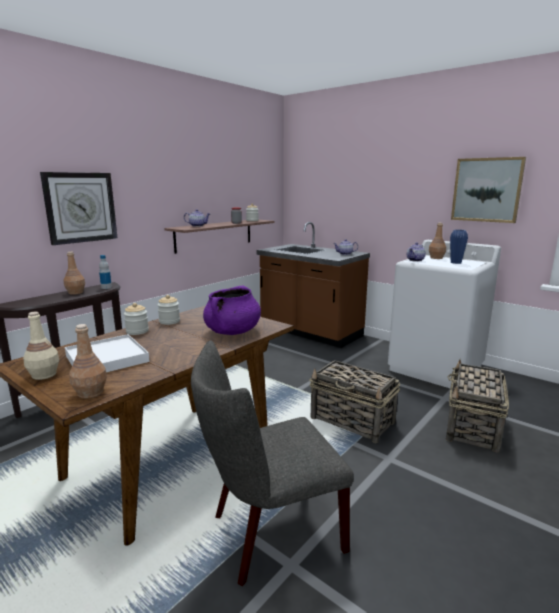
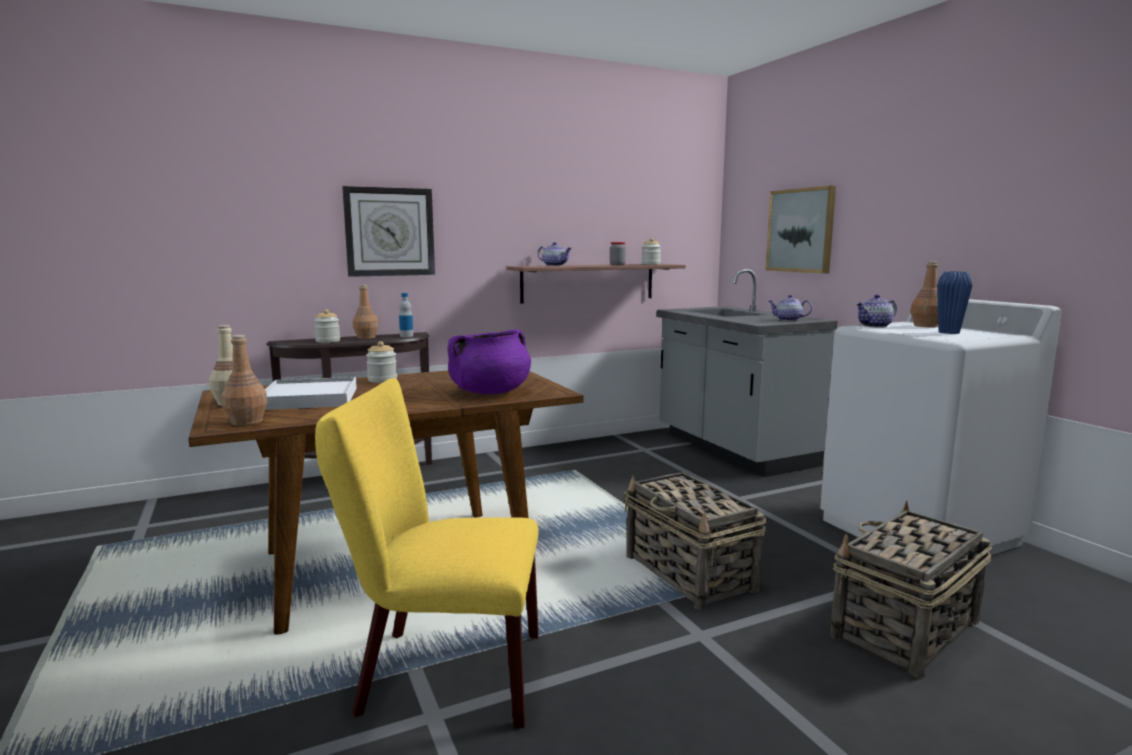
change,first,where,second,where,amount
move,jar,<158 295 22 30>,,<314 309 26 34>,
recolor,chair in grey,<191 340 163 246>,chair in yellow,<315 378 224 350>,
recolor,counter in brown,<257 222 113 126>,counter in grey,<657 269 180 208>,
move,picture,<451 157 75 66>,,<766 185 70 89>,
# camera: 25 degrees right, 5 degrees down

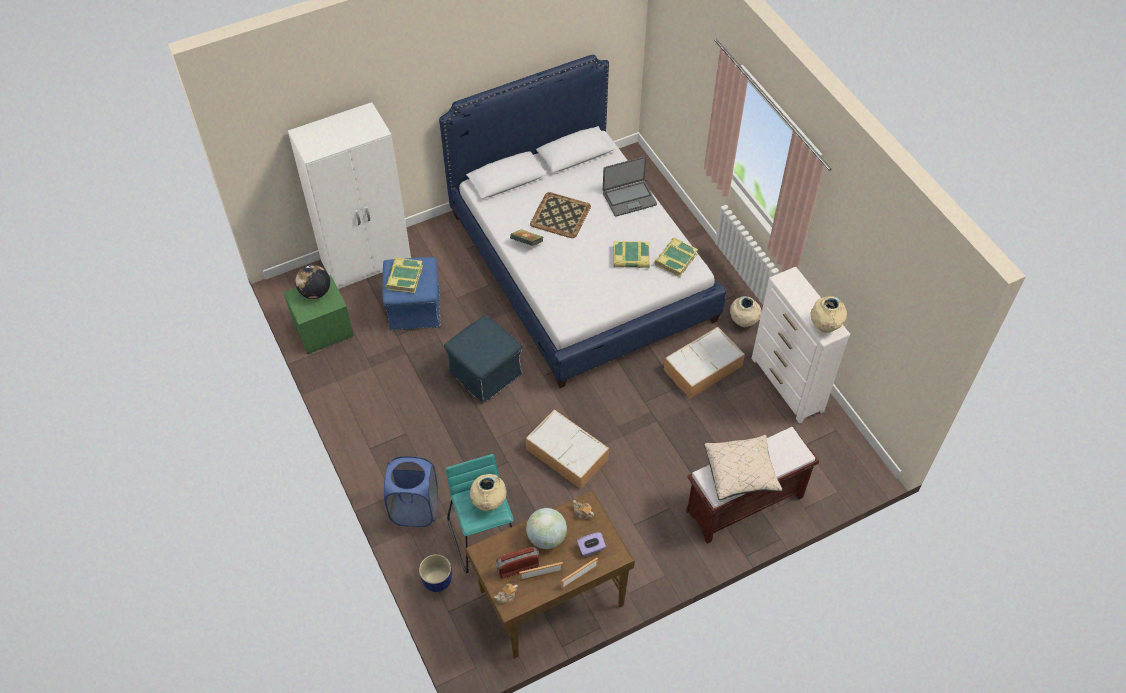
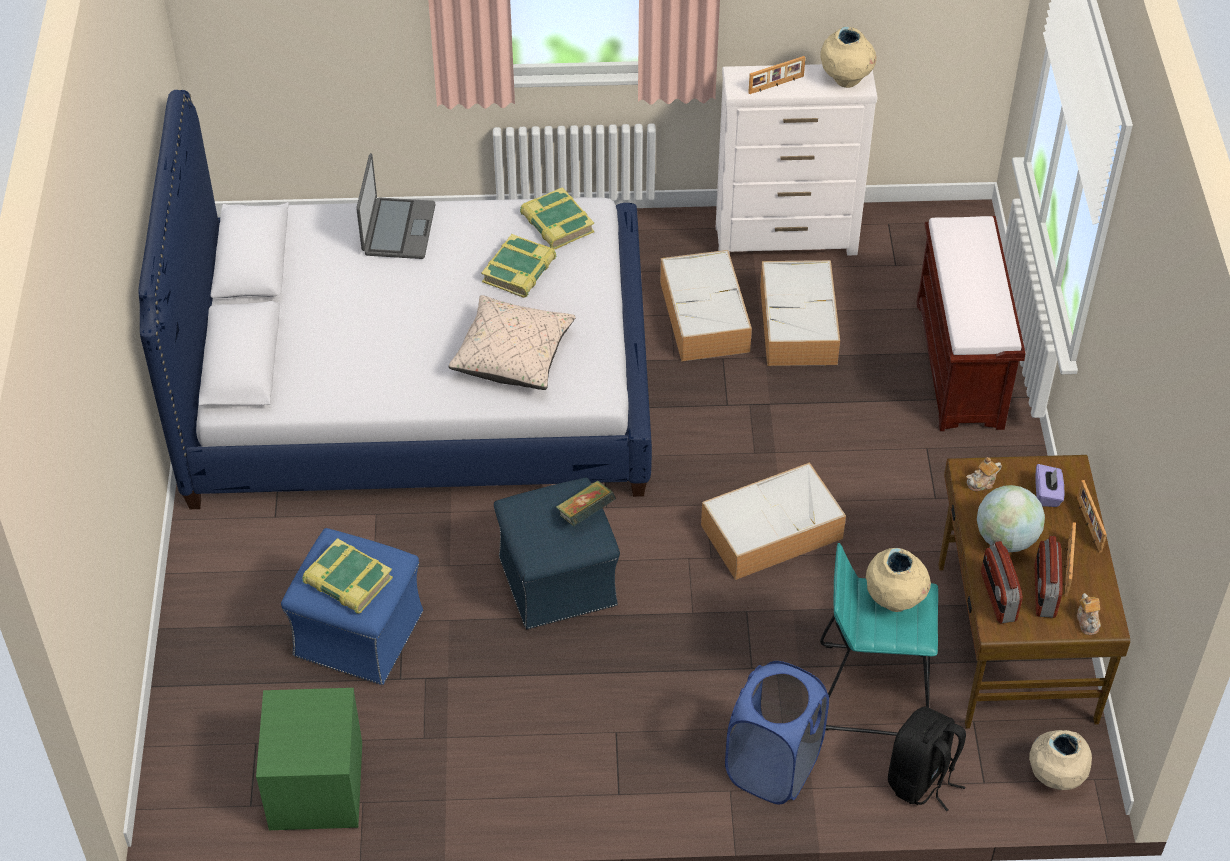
change,first,where,second,where,amount
move,pillow in beige,<704 435 78 65>,,<449 295 127 95>,
move,book,<510 229 33 17>,,<556 480 60 46>,
insert,,,picture frame,<748 56 57 38>,
insert,,,storage box,<760 260 80 106>,
replace,planter in blue,<419 554 33 38>,backpack in black,<888 707 78 104>,
insert,,,radio,<981 541 42 82>,
move,vase in beige,<730 296 32 31>,,<1029 730 63 60>,
delete,wardrobe in white,<288 102 123 187>,,,
delete,globe,<295 265 35 34>,,,
delete,tray,<530 192 61 46>,,,
# camera: 65 degrees left, 5 degrees down

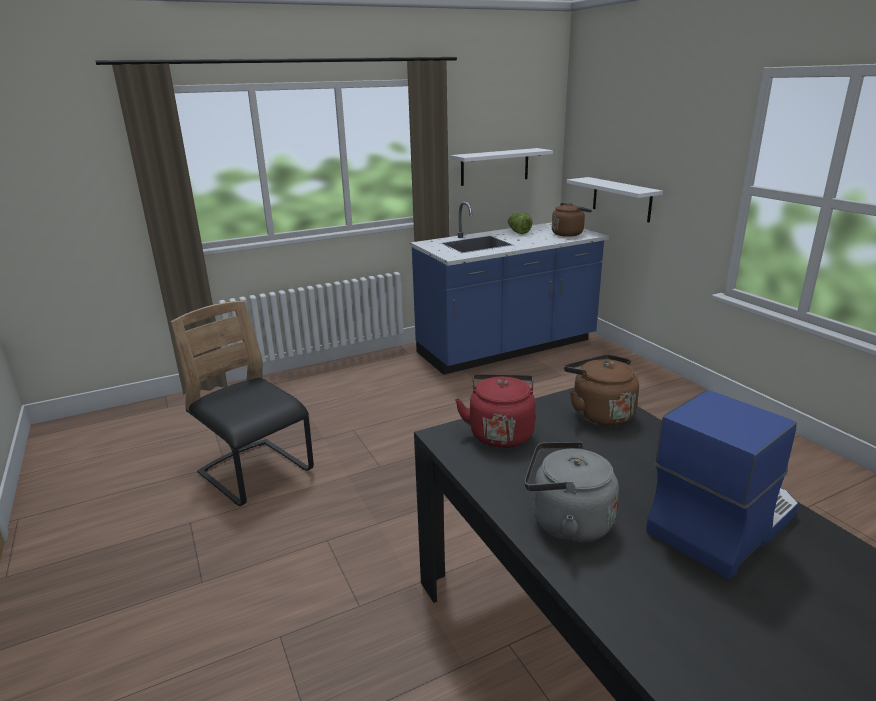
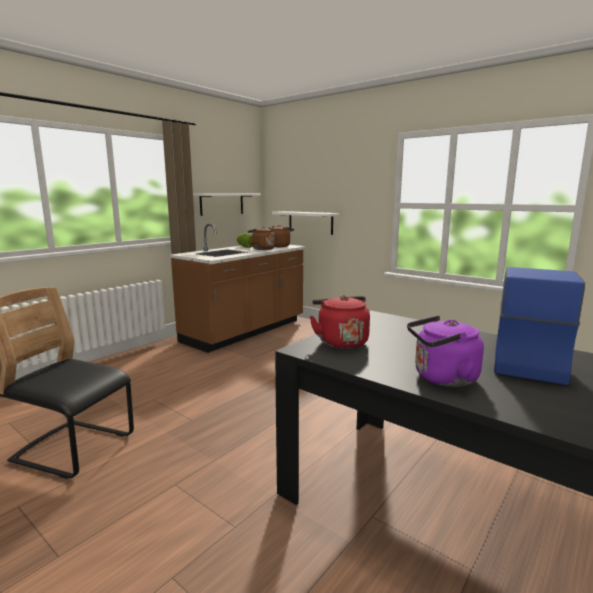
change,first,where,second,where,amount
recolor,counter in blue,<410 202 199 173>,counter in brown,<170 224 136 129>,
move,kettle in brown,<564 354 75 73>,,<247 227 28 23>,
recolor,kettle in grey,<525 442 94 101>,kettle in purple,<407 316 77 71>,
# camera: 25 degrees left, 10 degrees down

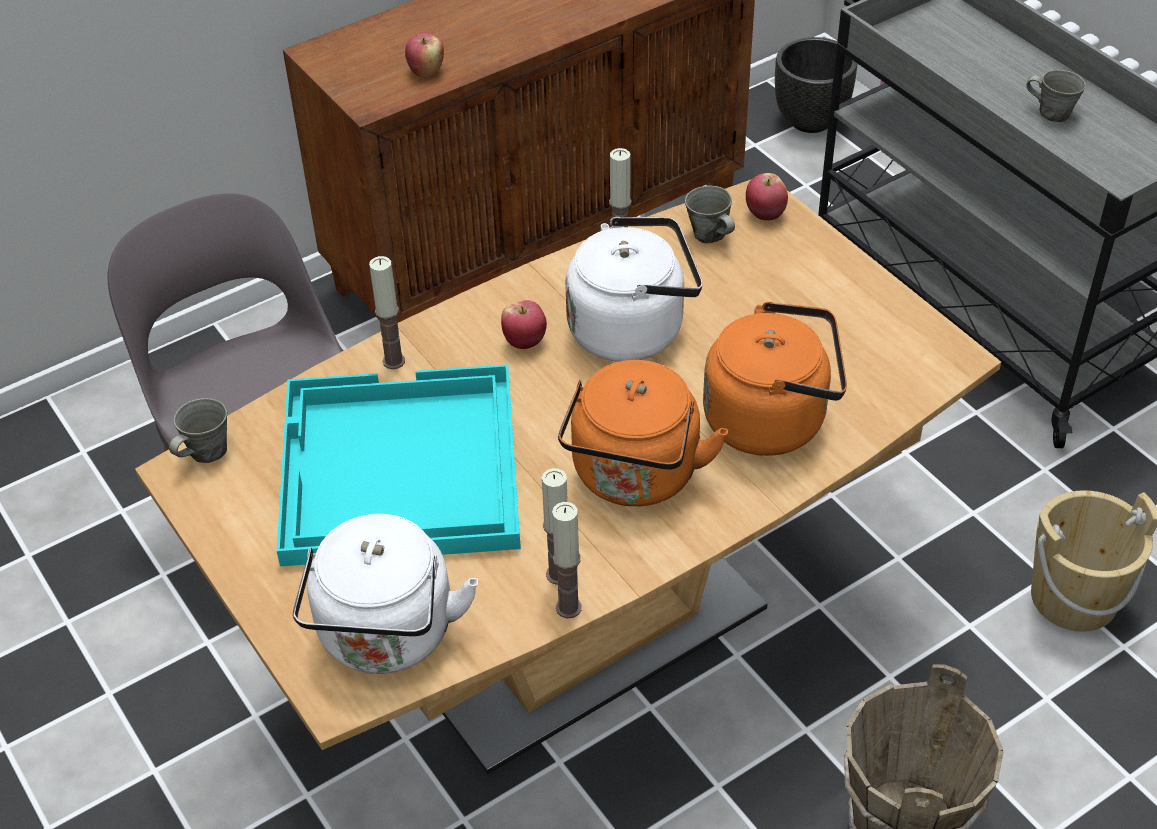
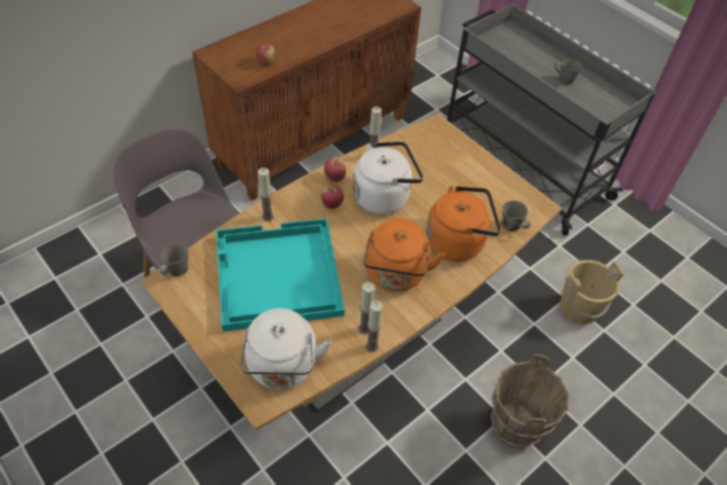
change,first,where,second,where,amount
move,apple,<746 173 42 48>,,<324 157 22 25>,
move,mug in grey,<685 186 50 57>,,<502 201 29 30>,
delete,planter in black,<775 37 82 96>,,,
# camera: 10 degrees left, 5 degrees up

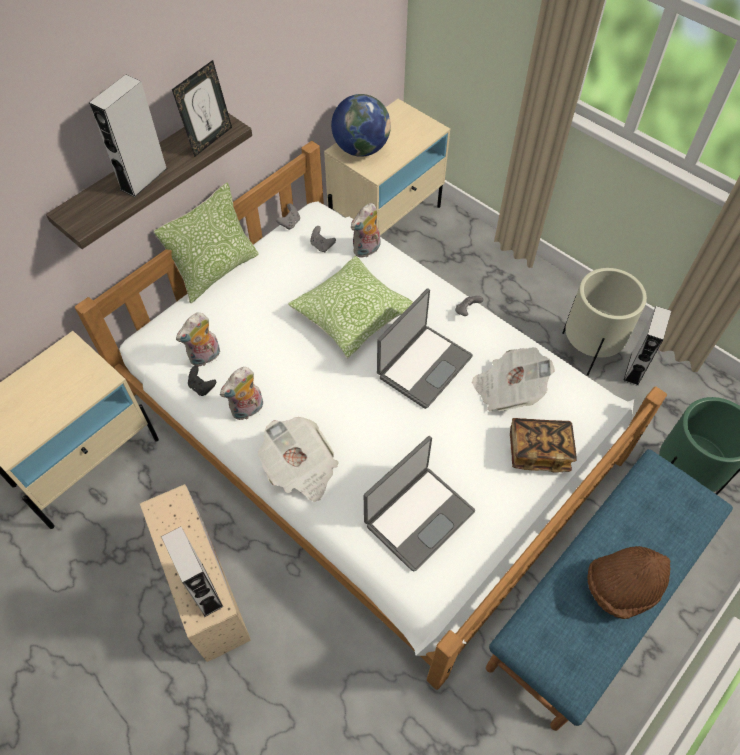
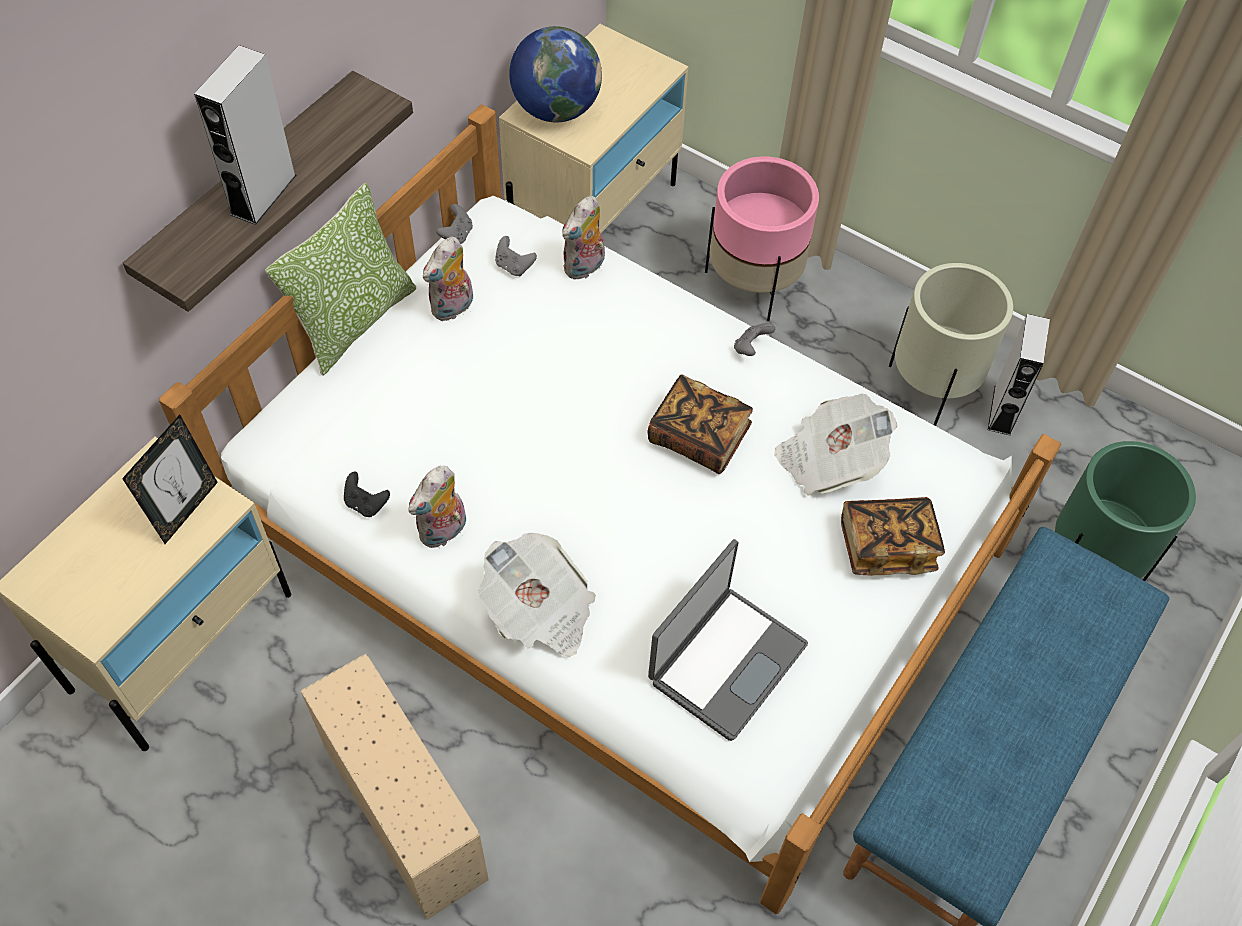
change,first,where,second,where,amount
move,picture frame,<172 60 60 97>,,<122 414 96 130>,
move,plush toy,<176 312 44 54>,,<423 237 50 84>,
replace,laptop,<377 288 96 121>,book,<648 375 105 99>,
insert,,,planter in pink,<705 156 114 165>,
delete,speaker in grey,<161 527 62 90>,,,
delete,pillow,<288 256 125 102>,,,
delete,hat in brown,<587 546 84 73>,,,
# camera: 10 degrees left, 0 degrees up

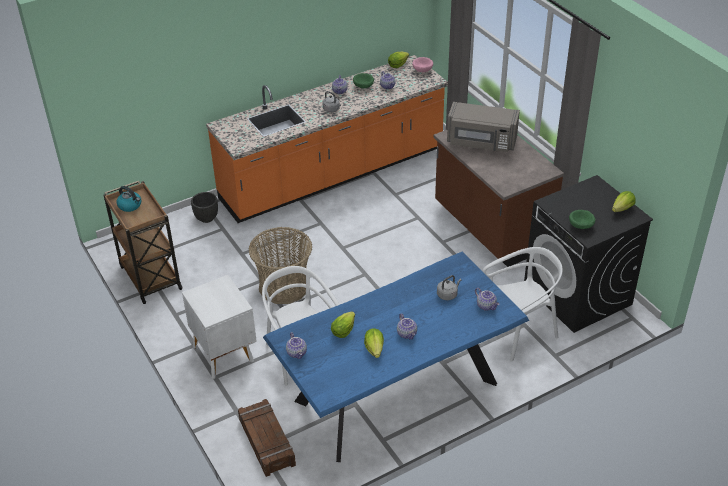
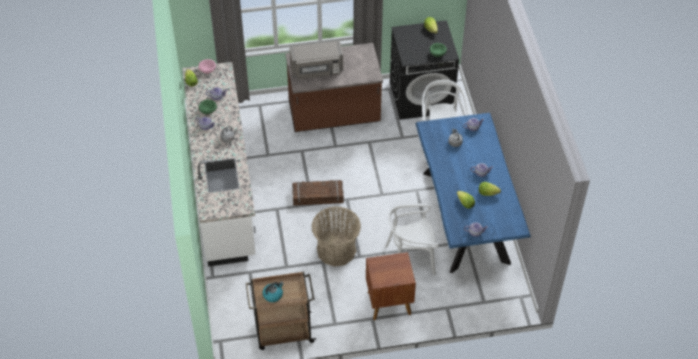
change,first,where,second,where,amount
recolor,counter in orange,<206 55 242 168>,counter in white,<182 62 74 204>,
rotate,microwave in grey,<447 102 73 50>,,<290 41 53 38>,45 degrees clockwise
move,crate,<238 399 58 77>,,<292 180 52 26>,
recolor,nightstand in white,<182 275 75 104>,nightstand in brown,<366 252 50 68>,
delete,planter in black,<191 192 27 31>,,,
# camera: 70 degrees left, 10 degrees up

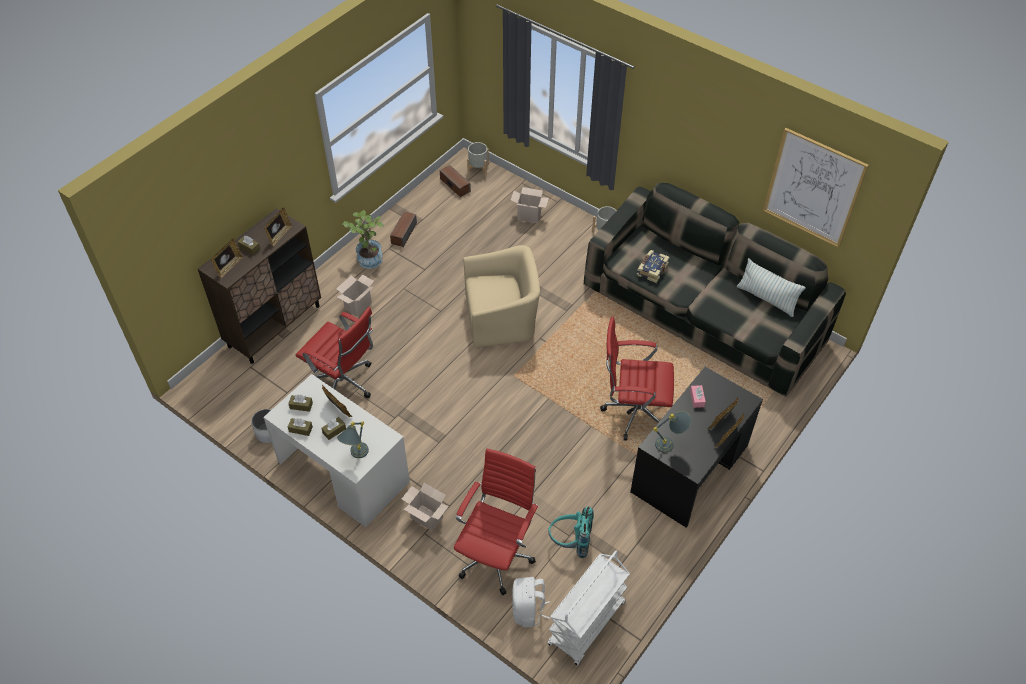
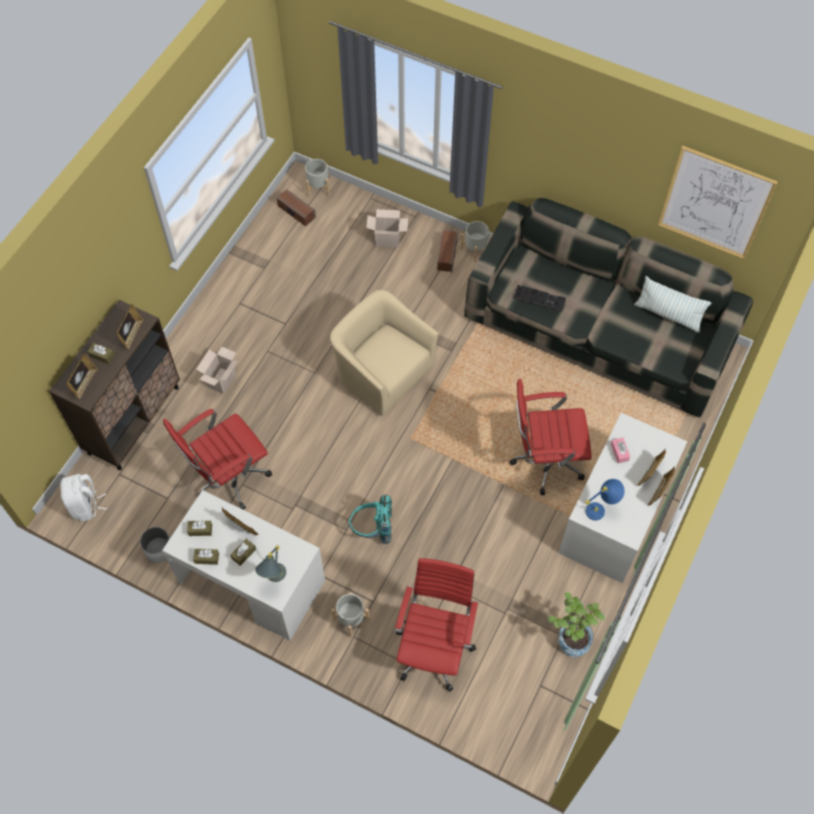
change,first,where,second,where,amount
move,backpack in white,<512 577 38 50>,,<60 474 47 47>,
rotate,office chair in red,<296 307 77 91>,,<163 409 109 101>,120 degrees clockwise
rotate,armchair in beige,<463 245 77 104>,,<330 290 109 126>,120 degrees counterclockwise
replace,cardboard box,<402 483 47 48>,planter in grey,<332 592 38 45>,
move,backpack in turquoise,<548 506 46 52>,,<349 495 43 49>,
move,speaker,<390 212 27 35>,,<437 230 21 42>,
replace,book,<637 250 33 33>,keyboard,<513 285 53 26>,
move,potted plant,<342 210 41 59>,,<548 592 57 65>,
recolor,desk in black,<630 367 133 161>,desk in white,<559 413 128 170>,
recolor,table lamp in grey,<653 411 38 41>,table lamp in blue,<585 479 40 41>,
delete,cart in white,<548 551 82 115>,,,
# camera: 10 degrees left, 10 degrees up

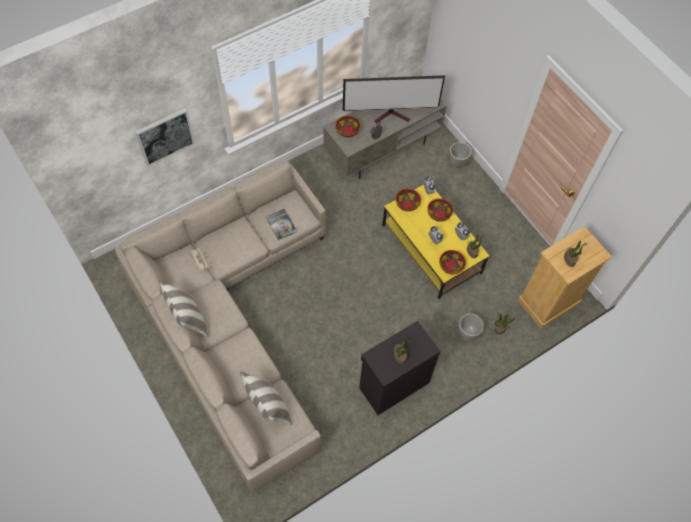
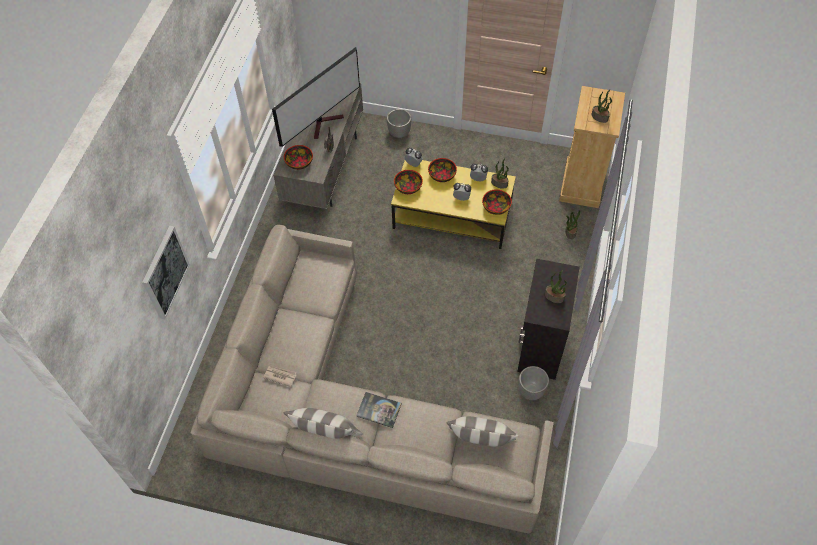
change,first,where,second,where,amount
move,book,<266 209 31 31>,,<356 392 46 36>,
move,planter,<458 314 26 28>,,<518 366 31 34>,
# camera: 40 degrees left, 5 degrees down

